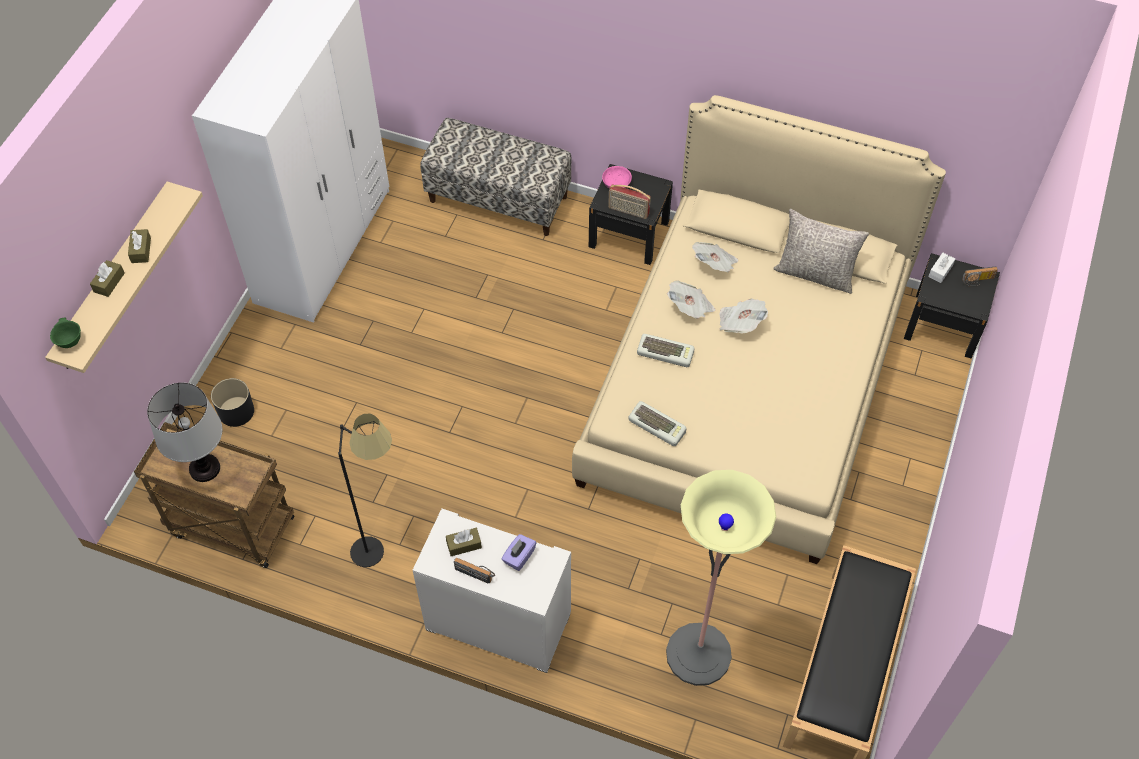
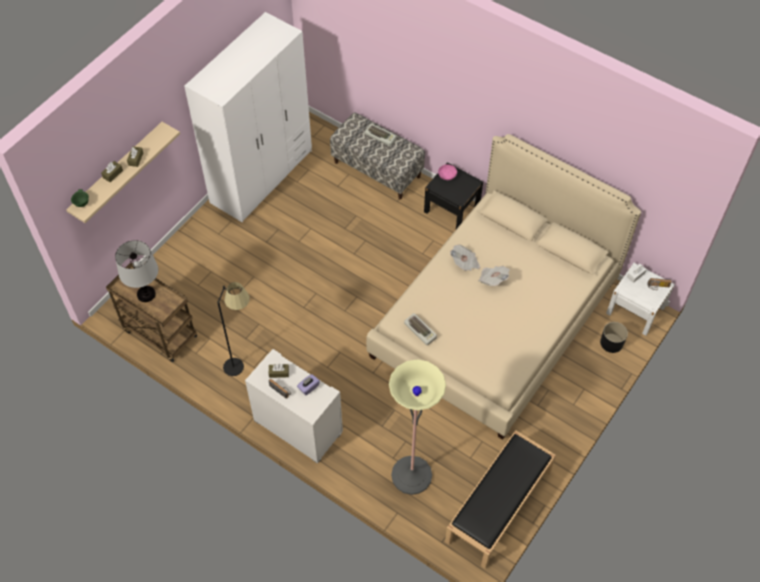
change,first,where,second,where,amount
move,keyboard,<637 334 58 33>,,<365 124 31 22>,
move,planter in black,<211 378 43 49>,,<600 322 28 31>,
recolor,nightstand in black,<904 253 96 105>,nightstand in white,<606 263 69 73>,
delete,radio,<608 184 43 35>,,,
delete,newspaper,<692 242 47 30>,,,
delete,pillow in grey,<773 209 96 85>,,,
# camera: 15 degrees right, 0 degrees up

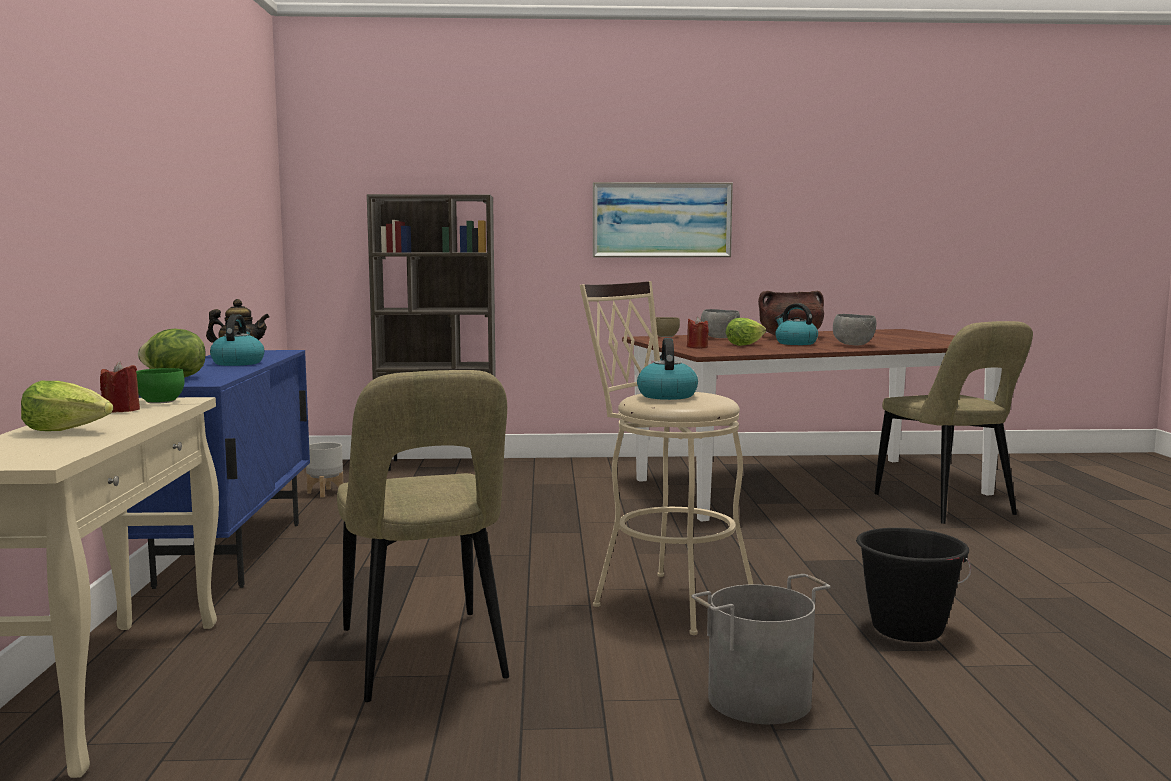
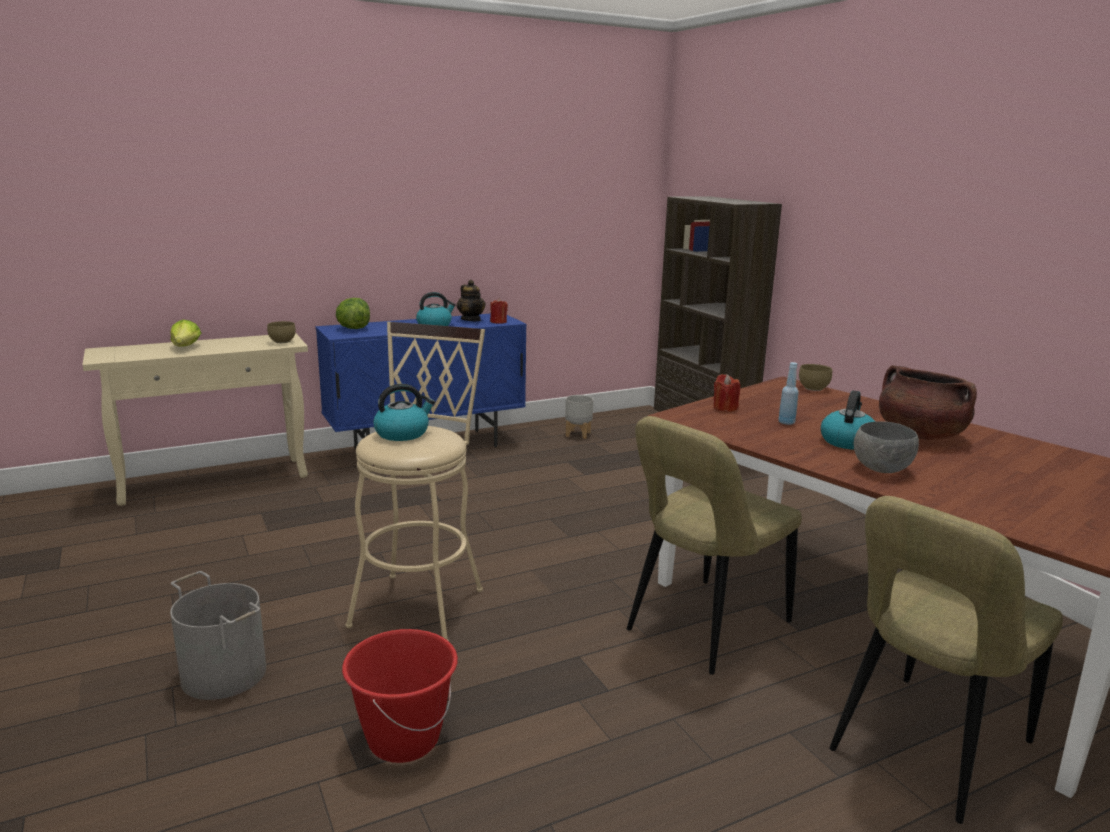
change,first,where,second,where,amount
recolor,bowl in green,<136 368 48 36>,bowl in brown,<267 321 29 22>,
recolor,bucket in black,<856 528 115 114>,bucket in red,<342 629 116 134>,
move,candle in red,<100 361 40 51>,,<490 298 18 26>,
move,chair in beige,<337 370 172 332>,,<627 416 175 259>,
replace,lettuce,<725 318 41 28>,bottle in blue,<778 362 21 63>,
delete,picture,<593 182 140 75>,,,
delete,bowl in grey,<701 309 39 29>,,,
# camera: 65 degrees right, 10 degrees up

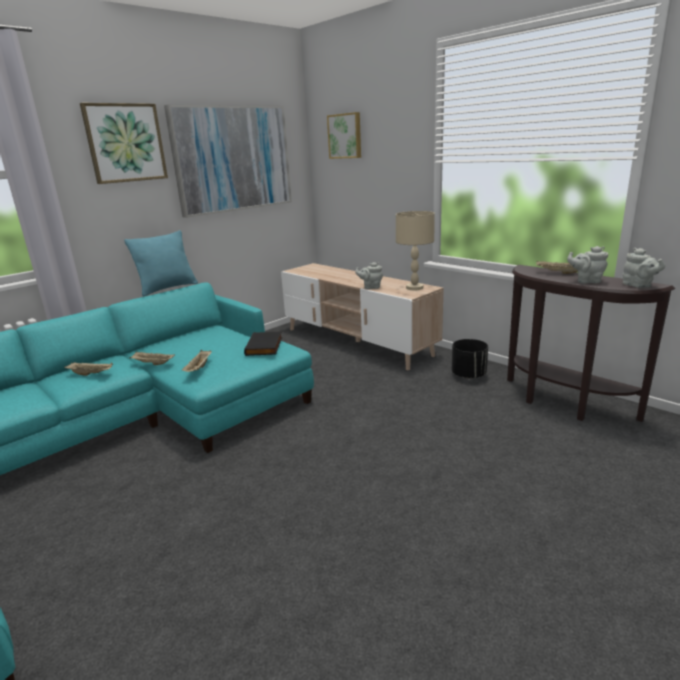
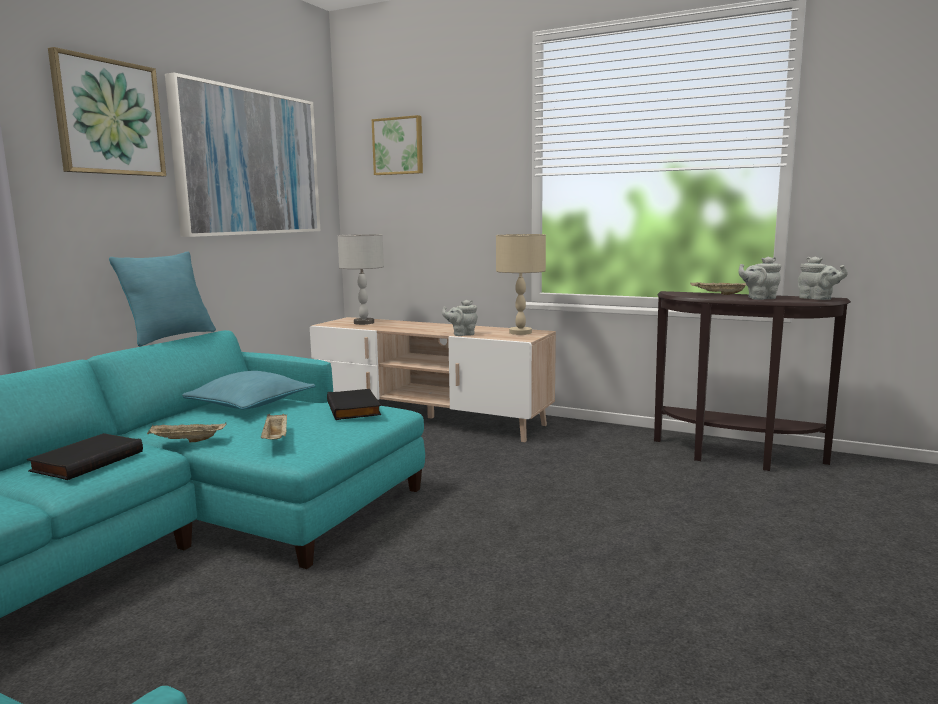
change,first,where,second,where,amount
replace,tray in beige,<65 362 48 14>,book in black,<27 433 116 47>,
insert,,,pillow in turquoise,<182 371 133 39>,
insert,,,table lamp in grey,<338 234 46 91>,
delete,planter in black,<452 339 36 40>,,,
# camera: 20 degrees left, 10 degrees down

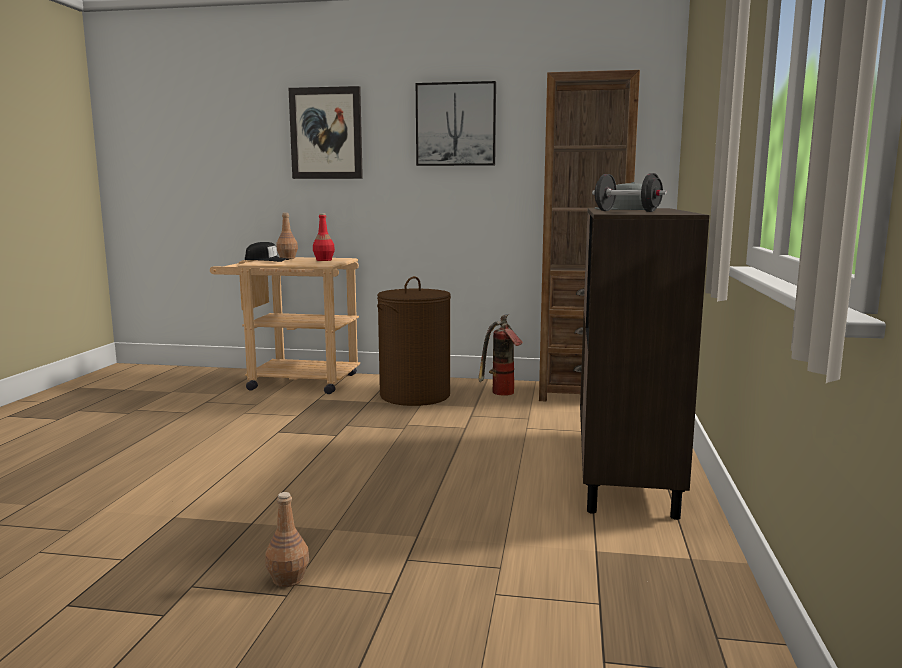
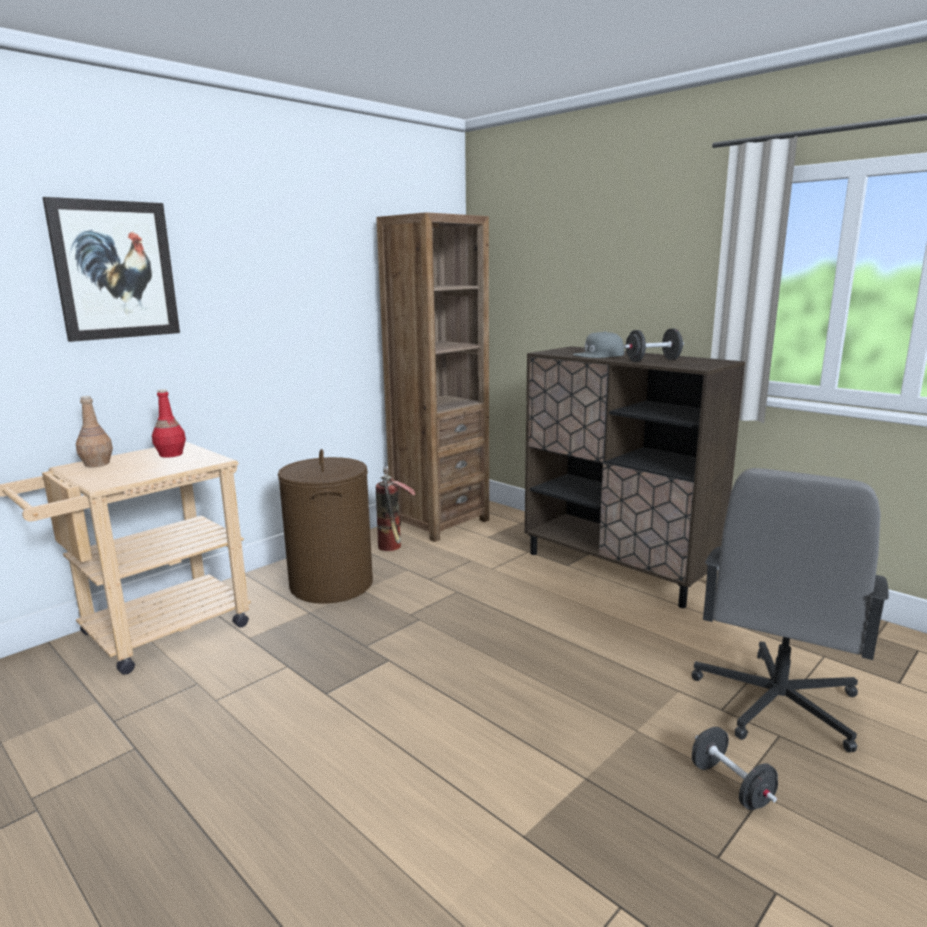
change,first,where,second,where,amount
insert,,,office chair in grey,<691 468 198 284>,
replace,bottle in brown,<265 492 44 95>,dumbbell in black,<692 727 86 83>,
delete,cap in black,<245 242 45 20>,,,
delete,picture,<416 81 80 85>,,,
# camera: 55 degrees left, 5 degrees up

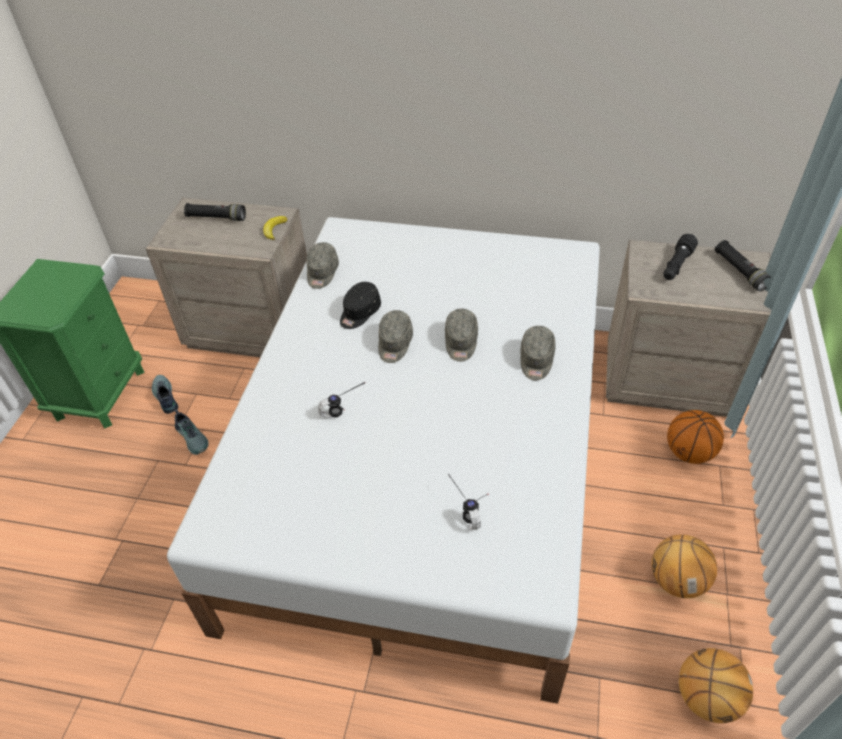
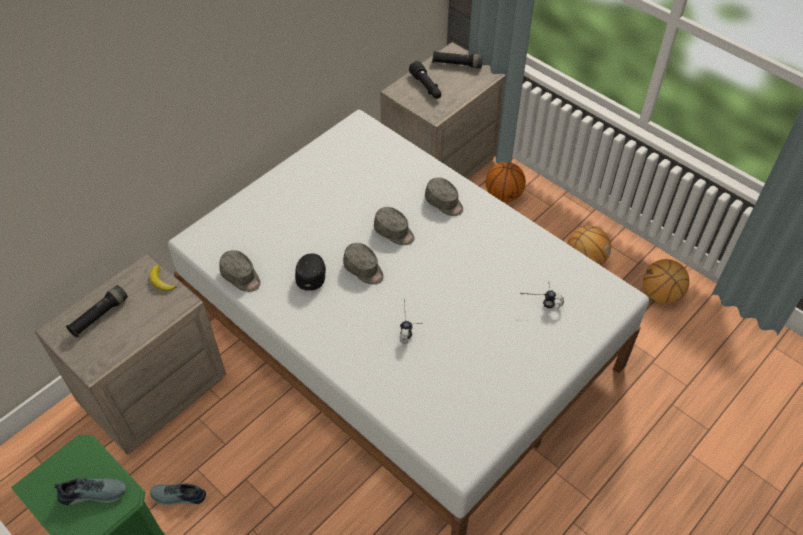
change,first,where,second,where,amount
move,shoe,<175 409 34 46>,,<54 478 72 27>,
rotate,cap in black,<340 282 41 47>,,<295 253 31 38>,150 degrees counterclockwise
# camera: 60 degrees left, 5 degrees up

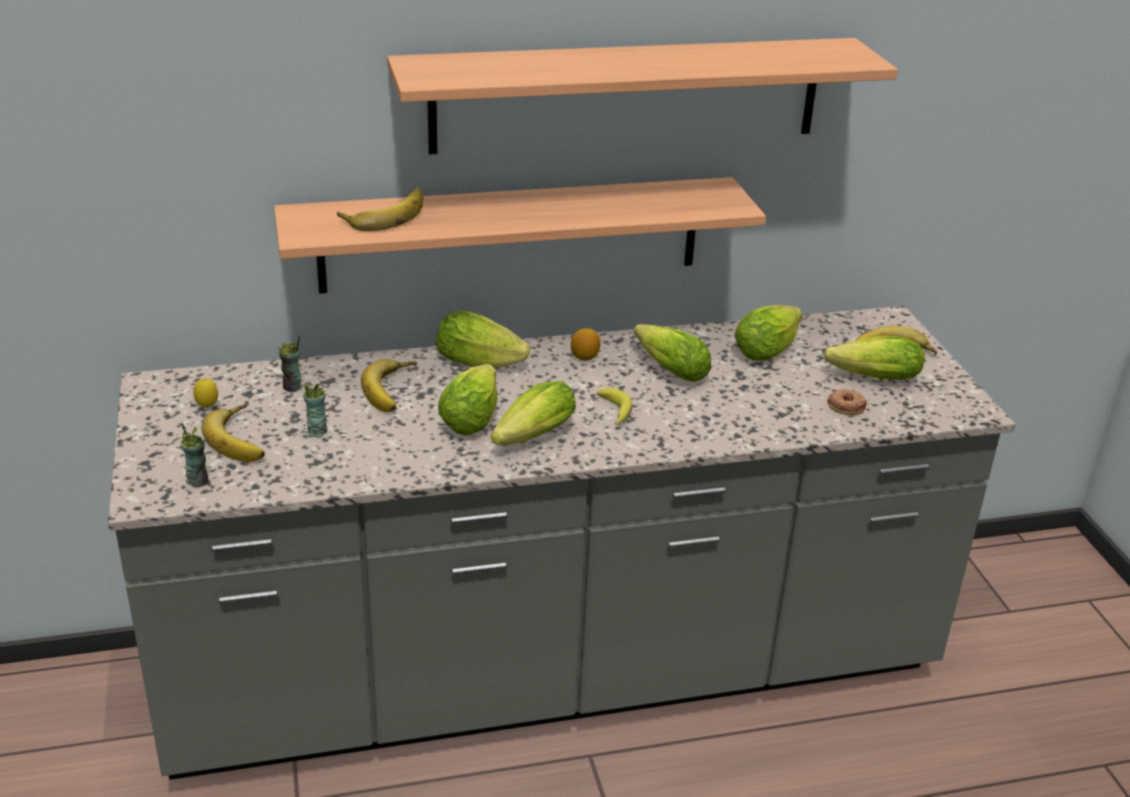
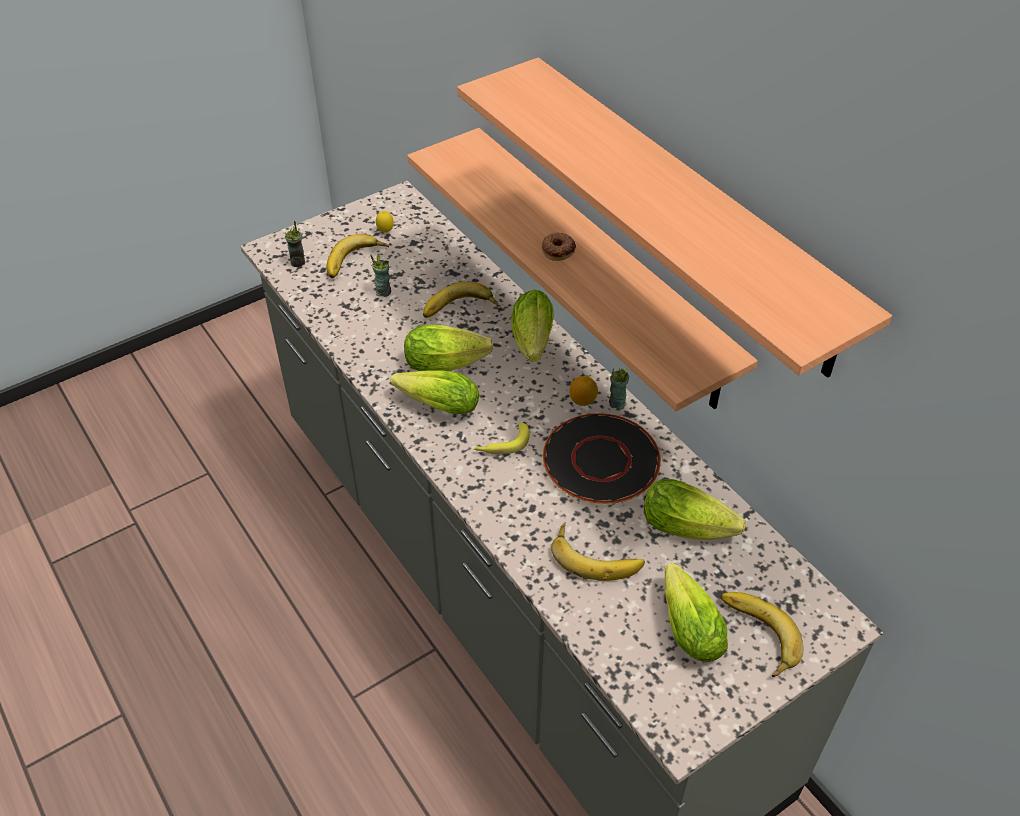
change,first,where,second,where,amount
move,donut,<828 389 39 26>,,<542 232 34 29>,
replace,lettuce,<634 324 78 58>,plate in black,<543 413 118 91>,
move,banana,<337 188 87 43>,,<551 522 94 59>,
move,cup,<279 336 23 56>,,<609 368 20 41>,
# camera: 70 degrees right, 15 degrees up

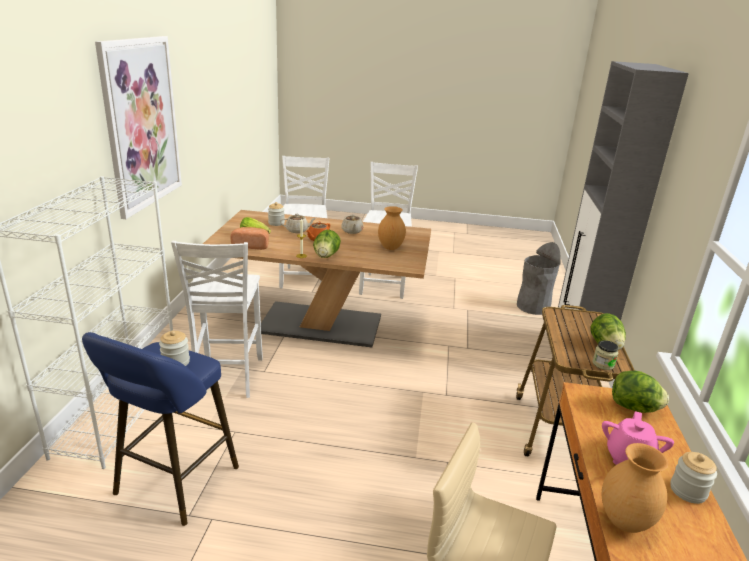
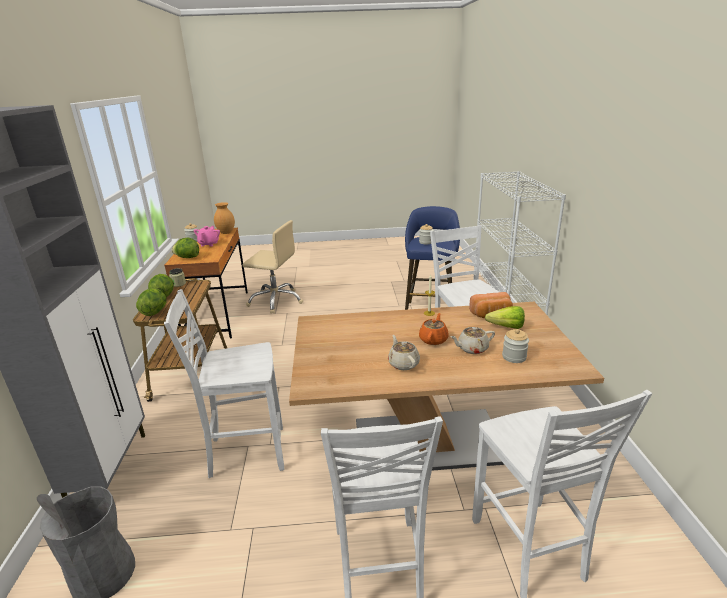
change,first,where,second,where,amount
move,lettuce,<313 230 28 28>,,<136 288 31 28>,
insert,,,chair in white,<164 289 120 189>,
delete,picture,<95 36 87 183>,,,
delete,vase in brown,<378 206 28 44>,,,
# camera: 170 degrees right, 0 degrees up

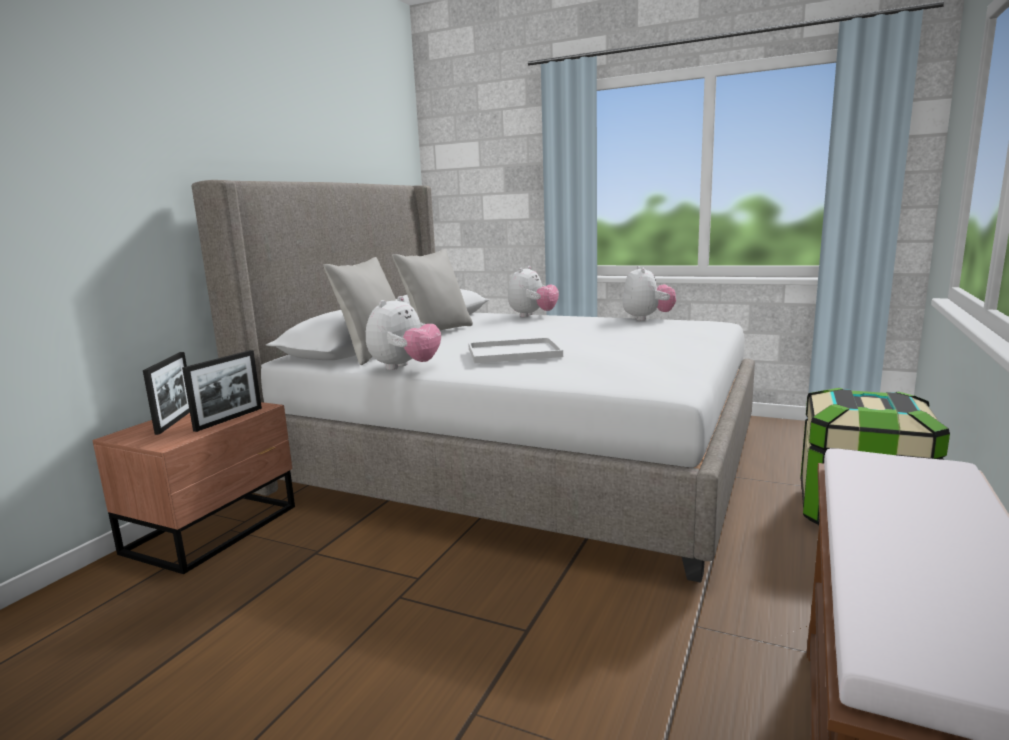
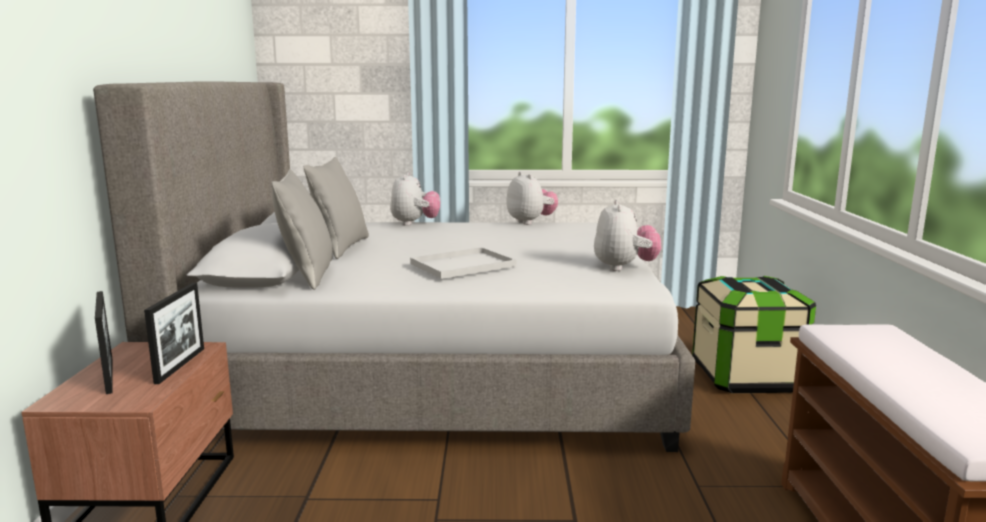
change,first,where,second,where,amount
move,plush toy,<366 296 75 74>,,<594 200 67 71>,
# camera: 25 degrees left, 0 degrees up

